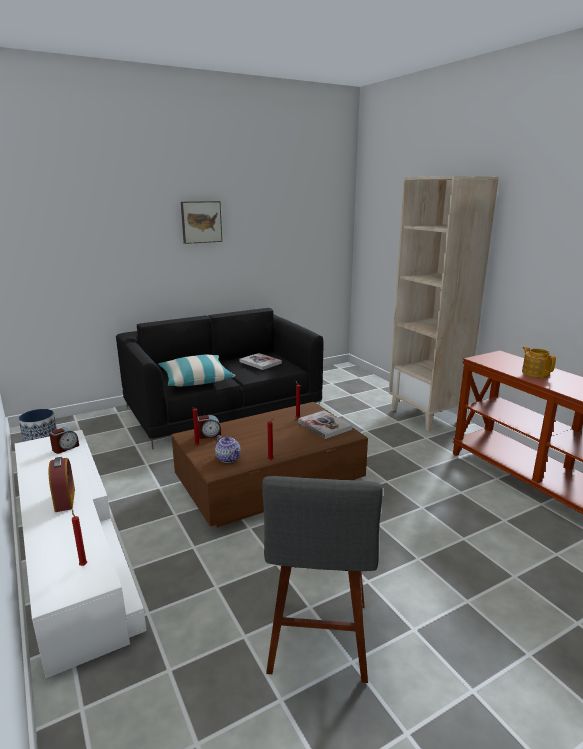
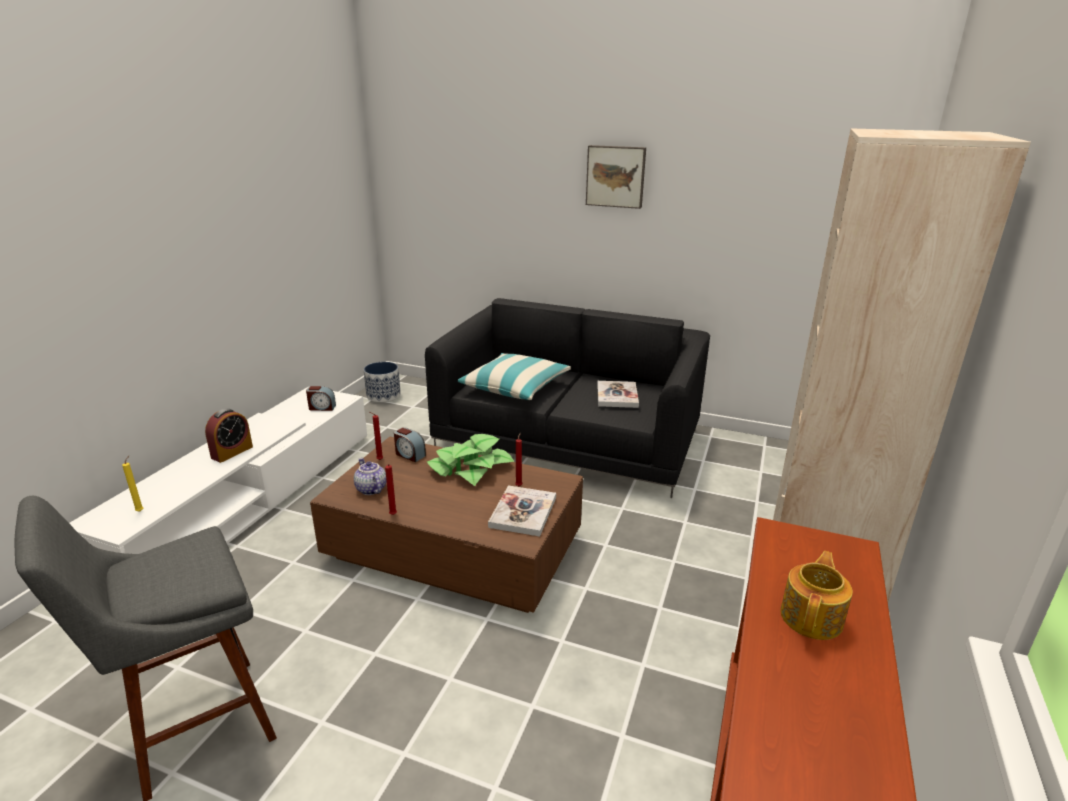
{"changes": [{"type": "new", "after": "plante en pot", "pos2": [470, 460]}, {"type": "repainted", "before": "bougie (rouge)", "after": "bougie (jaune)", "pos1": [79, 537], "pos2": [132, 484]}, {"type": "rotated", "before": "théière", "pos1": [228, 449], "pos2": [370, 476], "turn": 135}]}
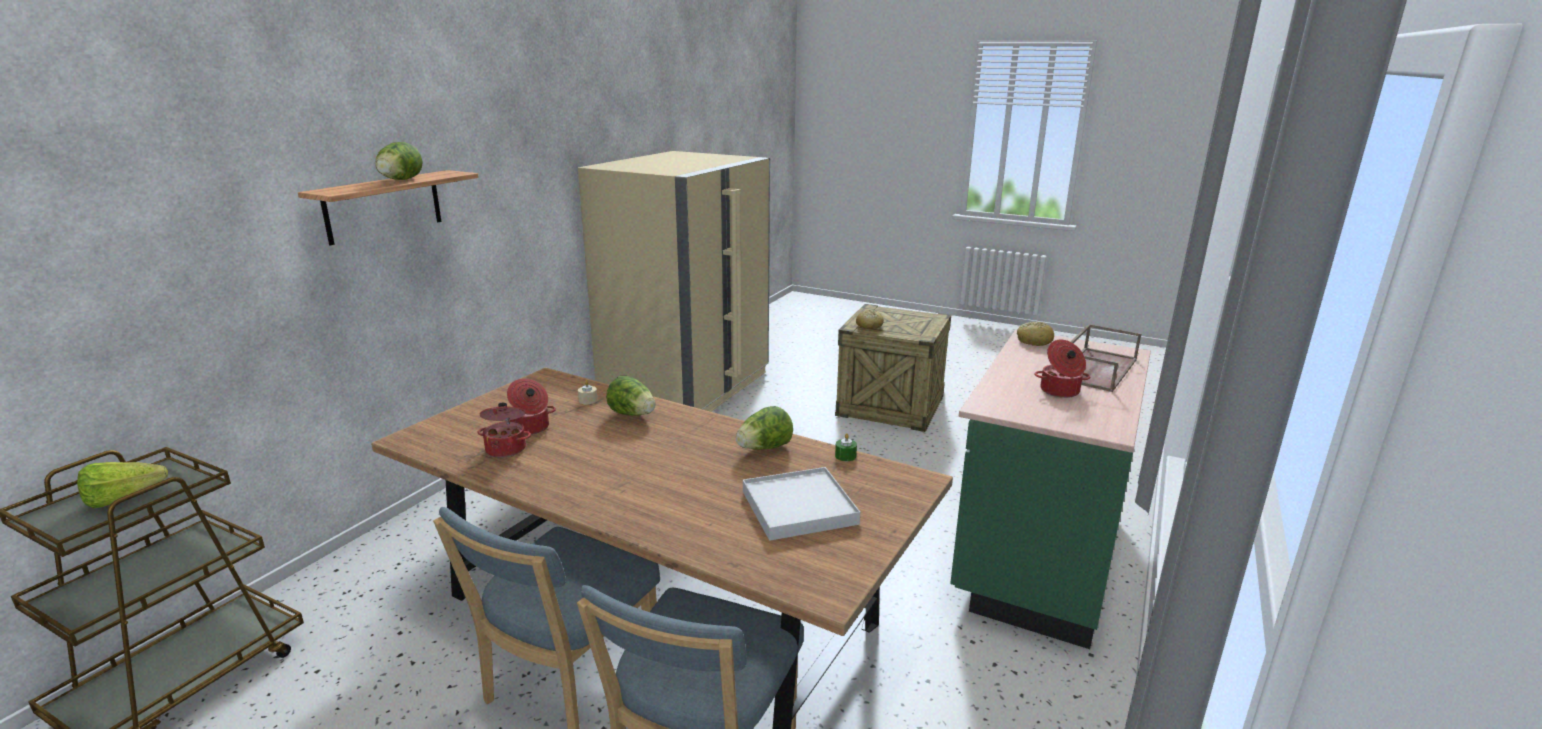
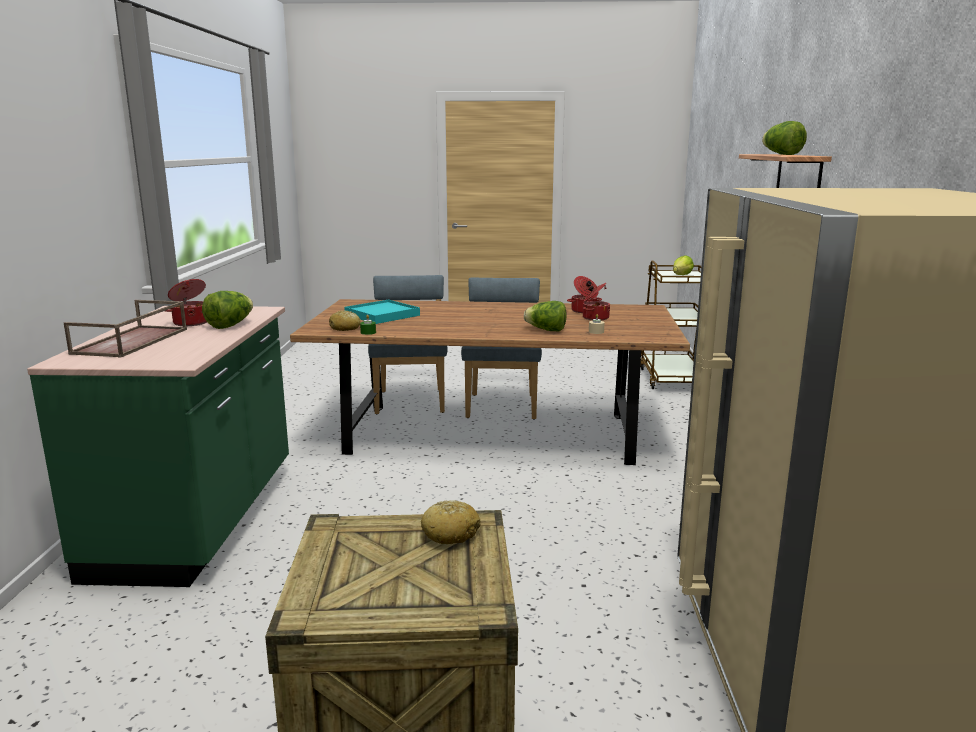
{"changes": [{"type": "shifted", "before": "laitue", "pos1": [764, 428], "pos2": [227, 310]}, {"type": "shifted", "before": "pain", "pos1": [1035, 333], "pos2": [344, 320]}, {"type": "repainted", "before": "plateau (blanc)", "after": "plateau (turquoise)", "pos1": [801, 504], "pos2": [382, 312]}]}
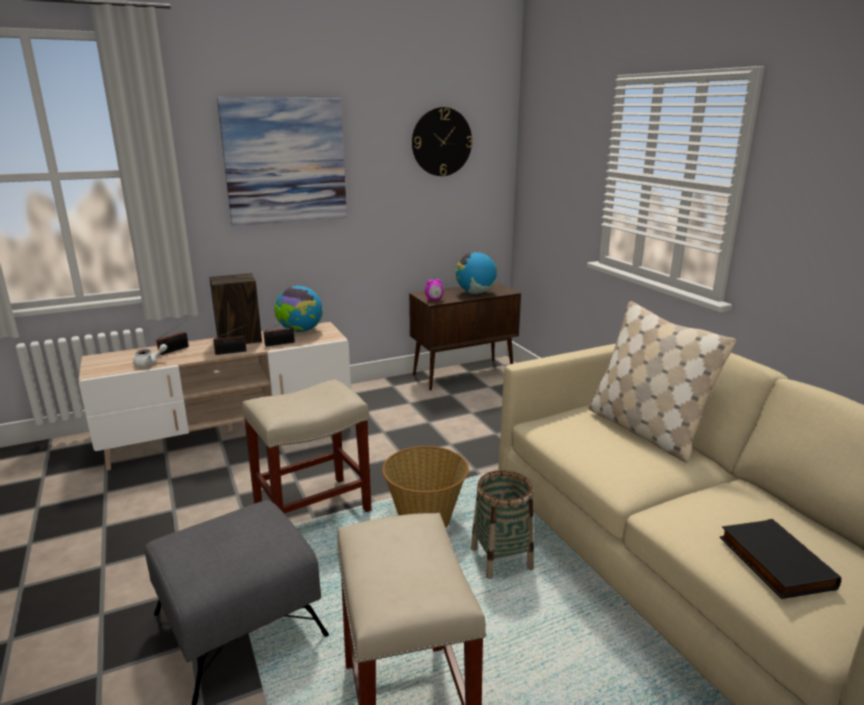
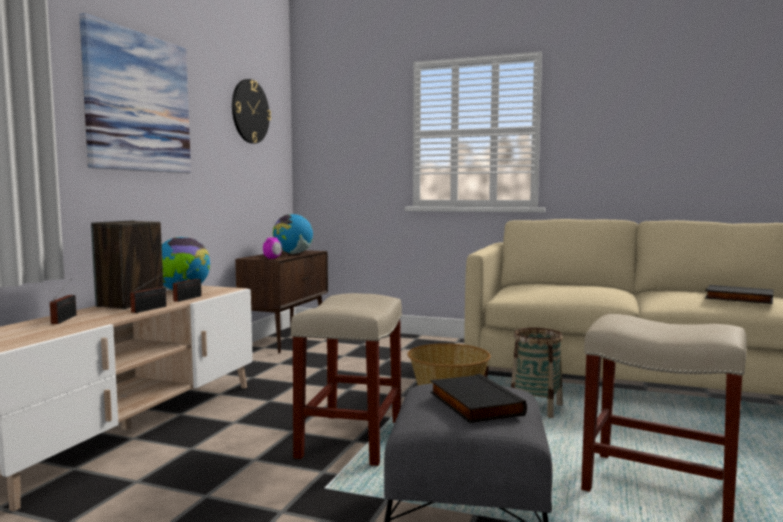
{"changes": [{"type": "gone", "before": "théière (blanc)", "pos1": [150, 355]}, {"type": "gone", "before": "coussin (beige)", "pos1": [662, 382]}, {"type": "new", "after": "livre (noir)", "pos2": [478, 398]}]}
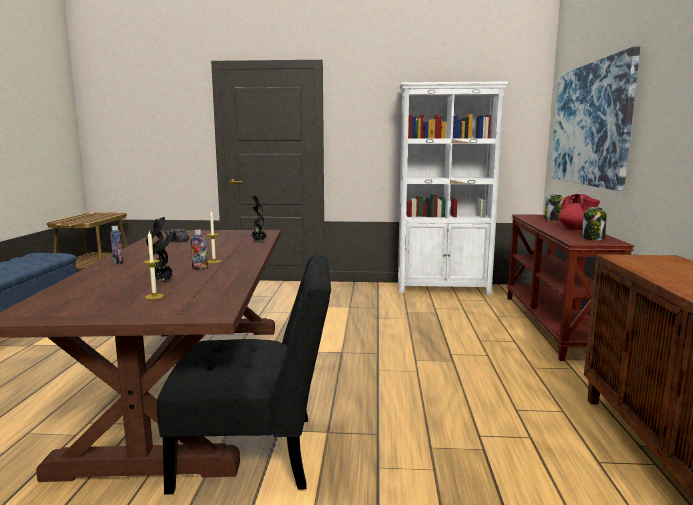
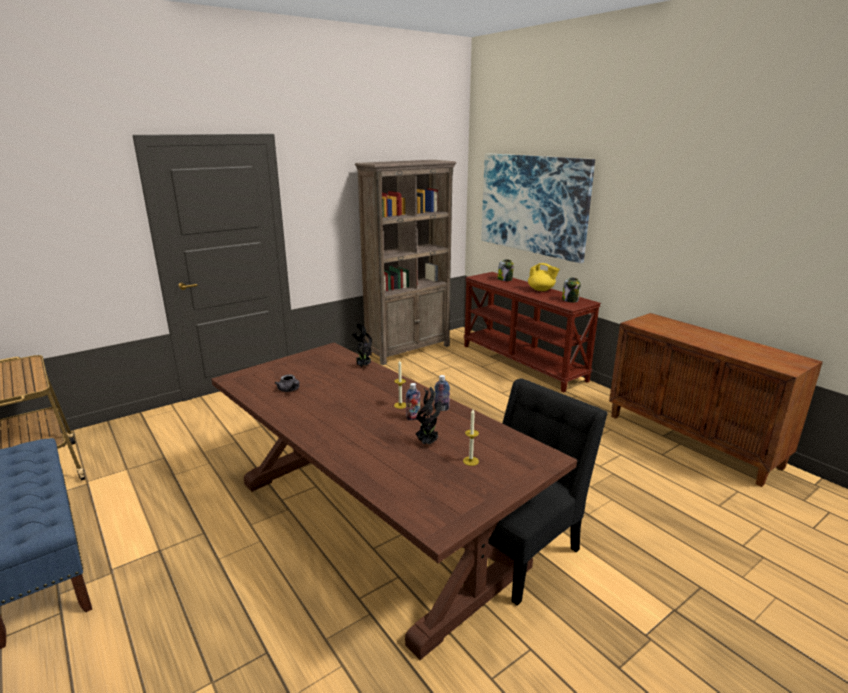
{"changes": [{"type": "shifted", "before": "bouteille", "pos1": [117, 245], "pos2": [442, 393]}, {"type": "repainted", "before": "bibliothèque (blanc)", "after": "bibliothèque (marron)", "pos1": [453, 188], "pos2": [405, 262]}, {"type": "repainted", "before": "théière (rouge)", "after": "théière (jaune)", "pos1": [579, 212], "pos2": [544, 277]}]}
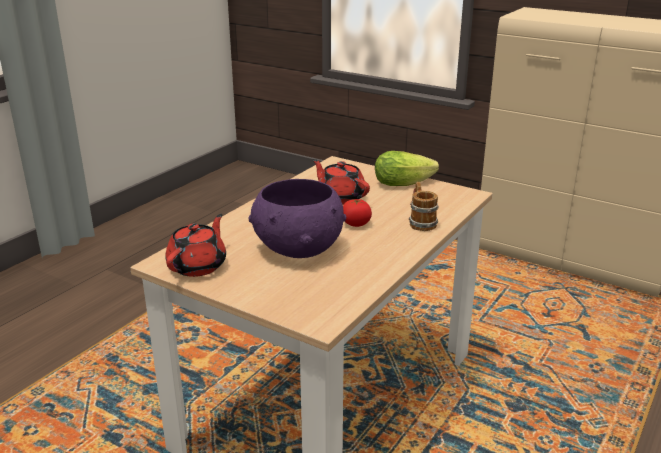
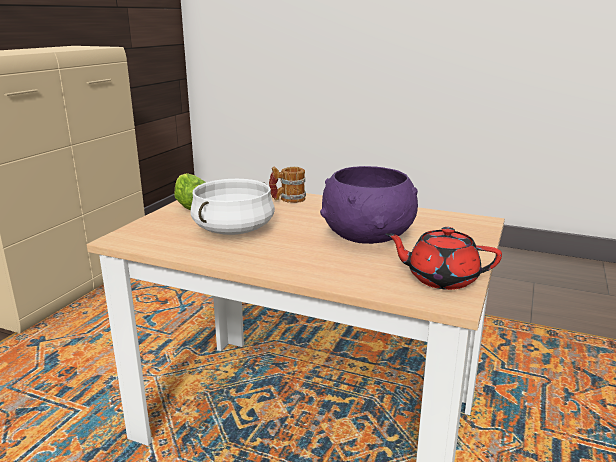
{"changes": [{"type": "gone", "before": "tomate", "pos1": [357, 213]}, {"type": "swapped", "before": "théière (rouge)", "after": "marmite (blanc)", "pos1": [341, 182], "pos2": [232, 207]}]}
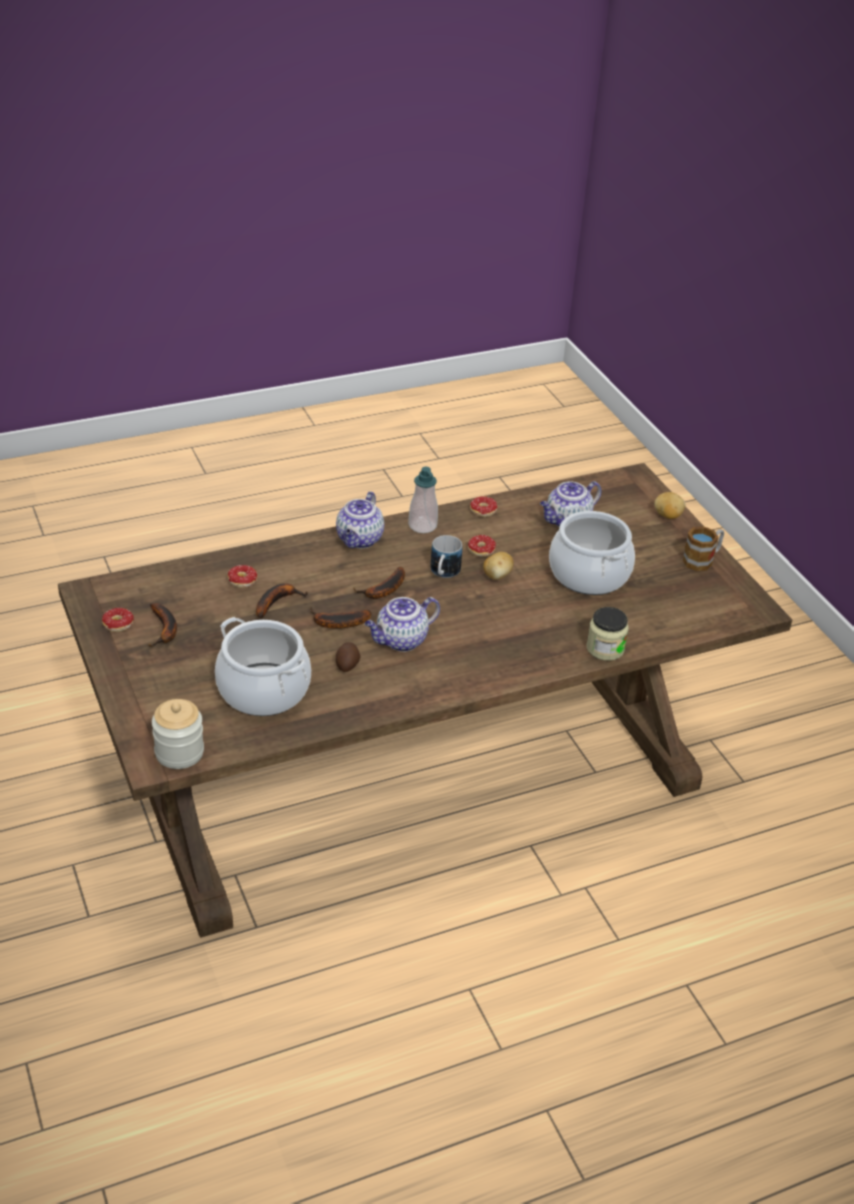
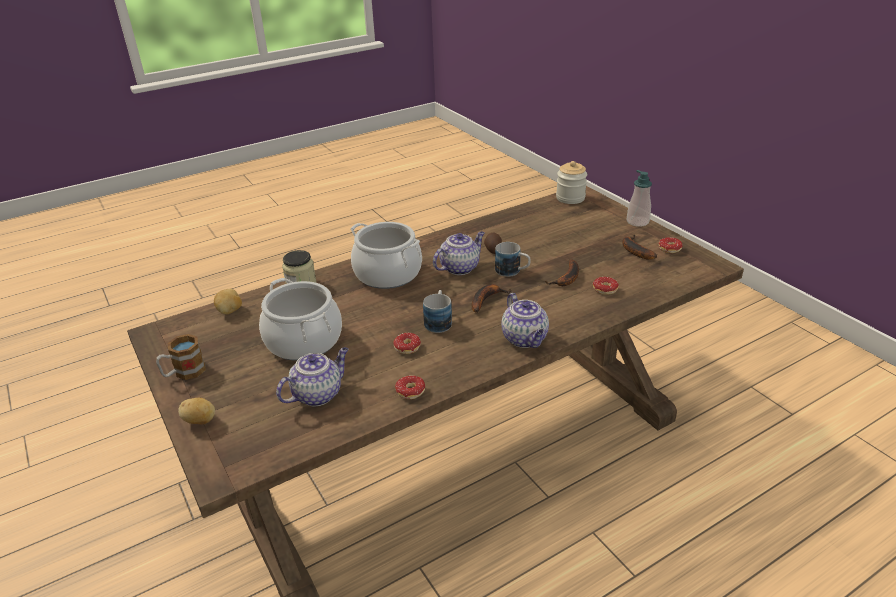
{"changes": [{"type": "shifted", "before": "marmite", "pos1": [263, 666], "pos2": [386, 255]}, {"type": "shifted", "before": "distributeur de savon", "pos1": [423, 500], "pos2": [639, 198]}, {"type": "shifted", "before": "pomme de terre", "pos1": [498, 566], "pos2": [228, 301]}, {"type": "swapped", "before": "banane", "after": "mug", "pos1": [341, 618], "pos2": [513, 259]}, {"type": "rotated", "before": "théière", "pos1": [360, 519], "pos2": [525, 320], "turn": 150}]}
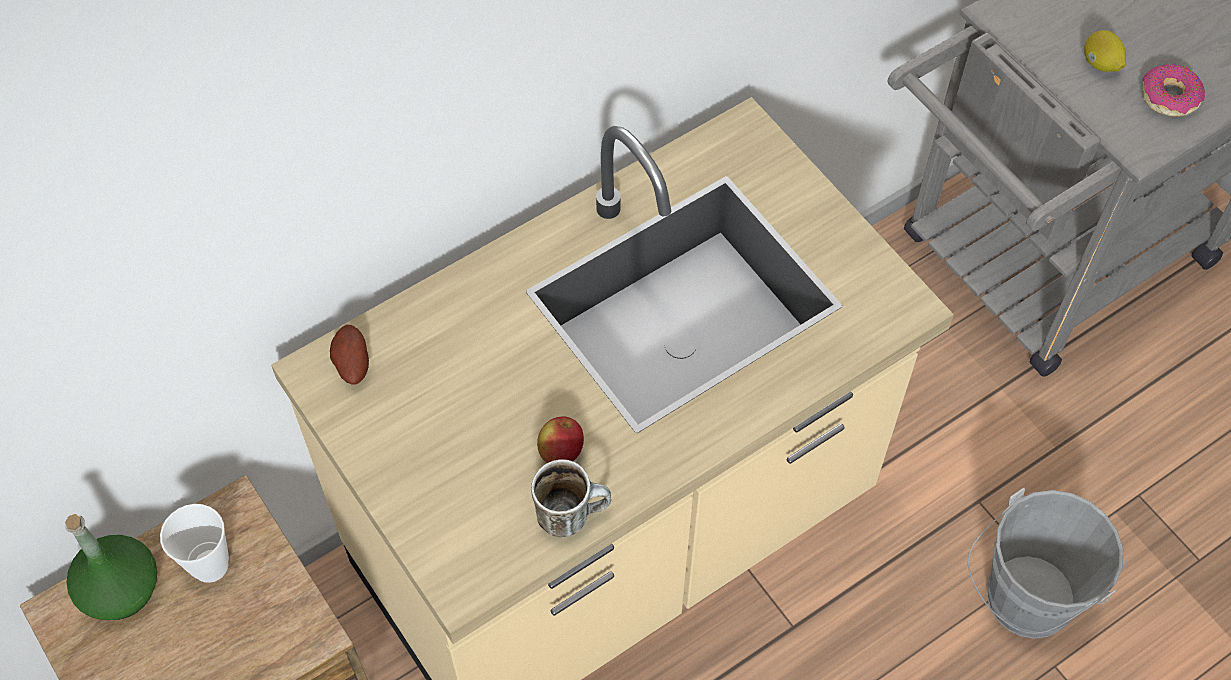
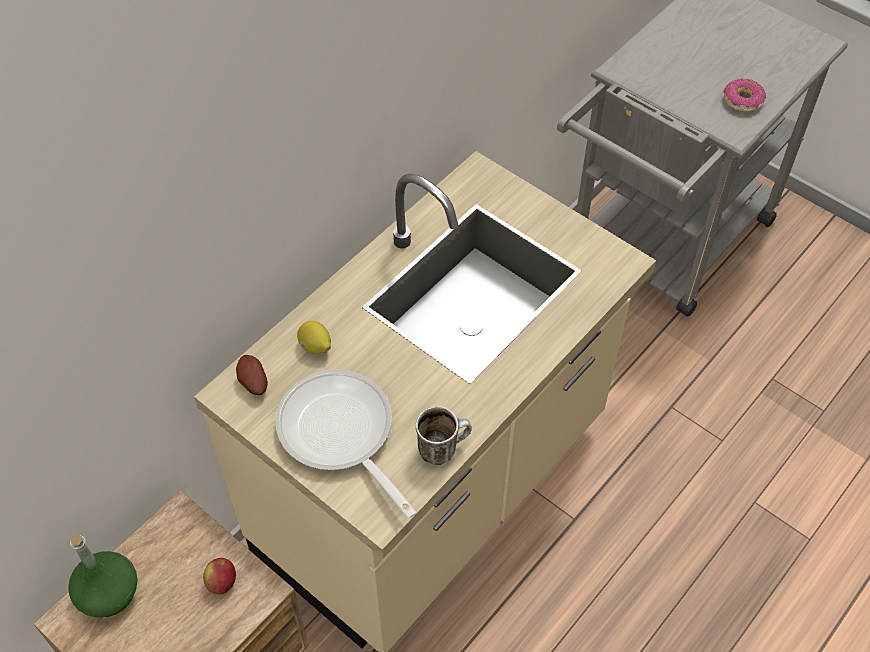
{"changes": [{"type": "gone", "before": "tasse", "pos1": [194, 543]}, {"type": "gone", "before": "seau (gris)", "pos1": [1045, 563]}, {"type": "new", "after": "poêle", "pos2": [346, 444]}, {"type": "shifted", "before": "pomme", "pos1": [560, 439], "pos2": [219, 576]}, {"type": "shifted", "before": "citron", "pos1": [1105, 51], "pos2": [314, 337]}]}
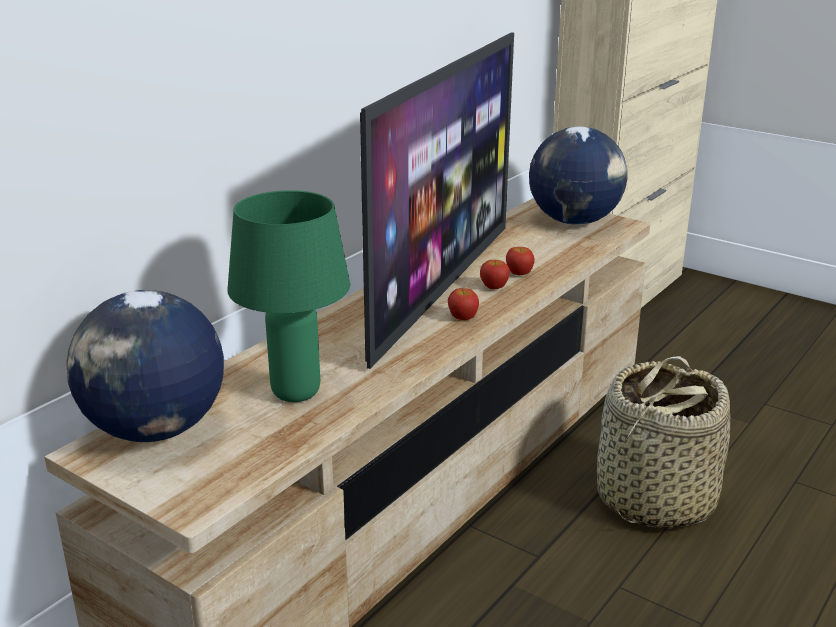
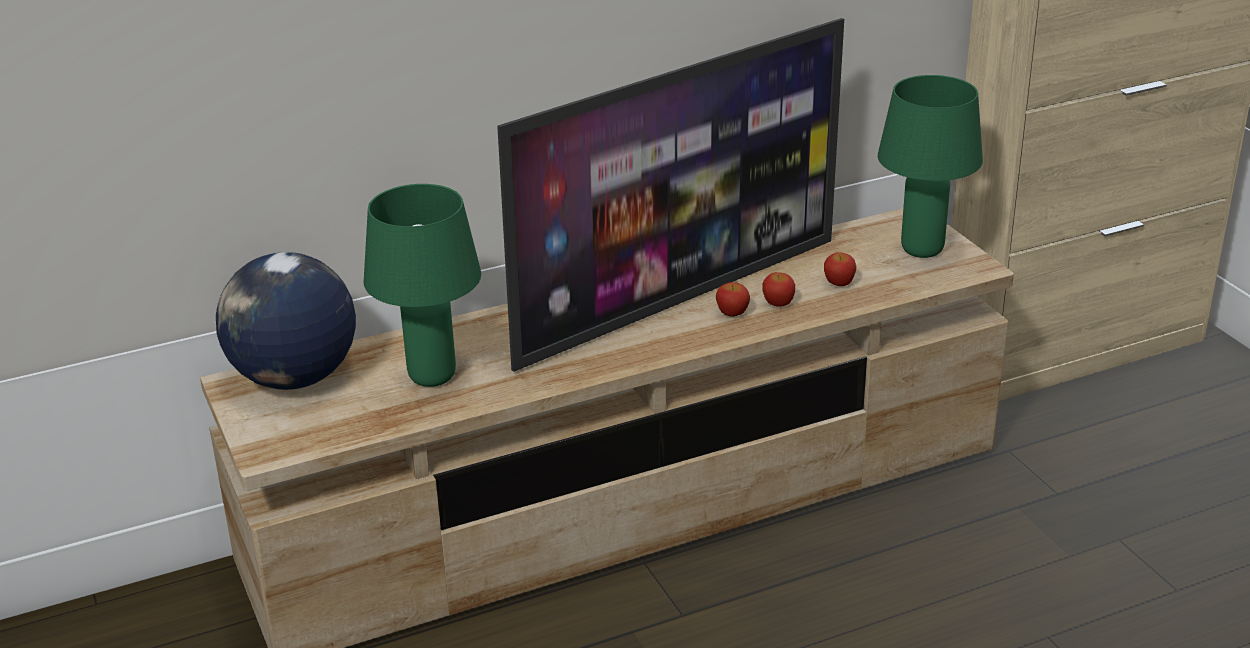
{"changes": [{"type": "gone", "before": "panier", "pos1": [663, 442]}, {"type": "shifted", "before": "pomme", "pos1": [463, 304], "pos2": [840, 269]}, {"type": "swapped", "before": "globe", "after": "lampe de table (vert)", "pos1": [578, 176], "pos2": [930, 166]}]}
